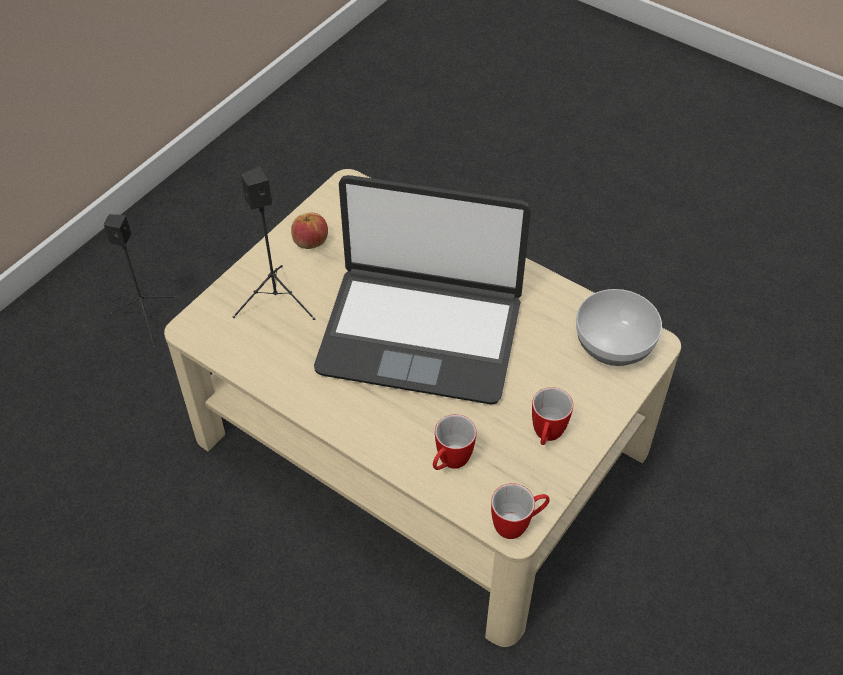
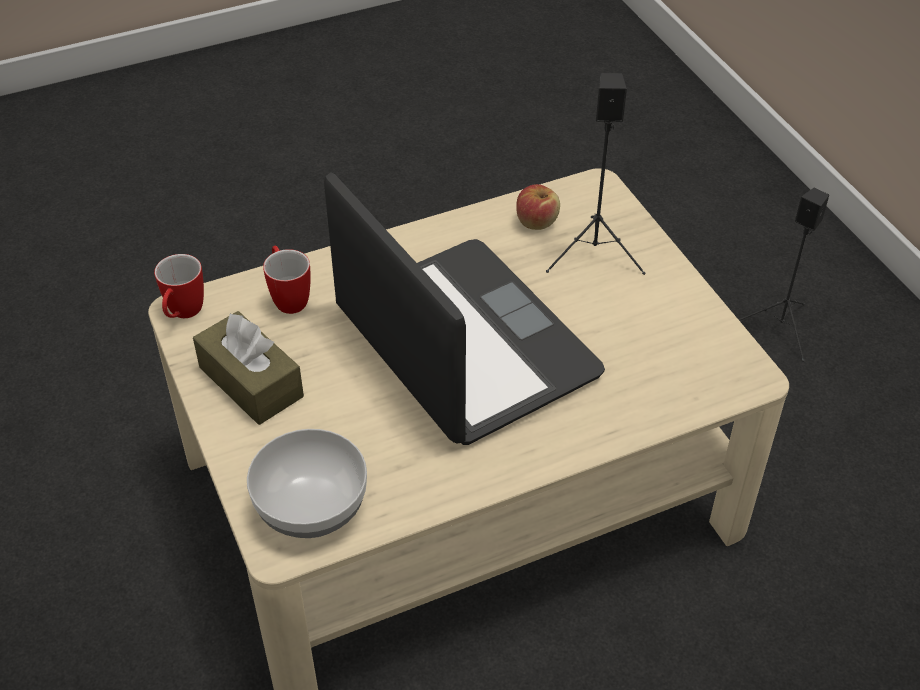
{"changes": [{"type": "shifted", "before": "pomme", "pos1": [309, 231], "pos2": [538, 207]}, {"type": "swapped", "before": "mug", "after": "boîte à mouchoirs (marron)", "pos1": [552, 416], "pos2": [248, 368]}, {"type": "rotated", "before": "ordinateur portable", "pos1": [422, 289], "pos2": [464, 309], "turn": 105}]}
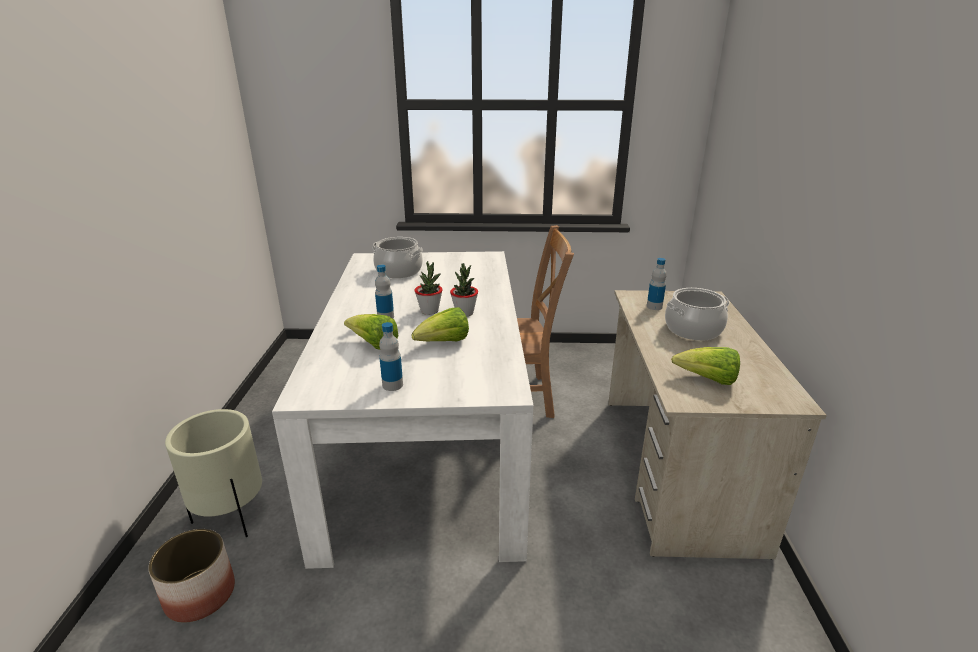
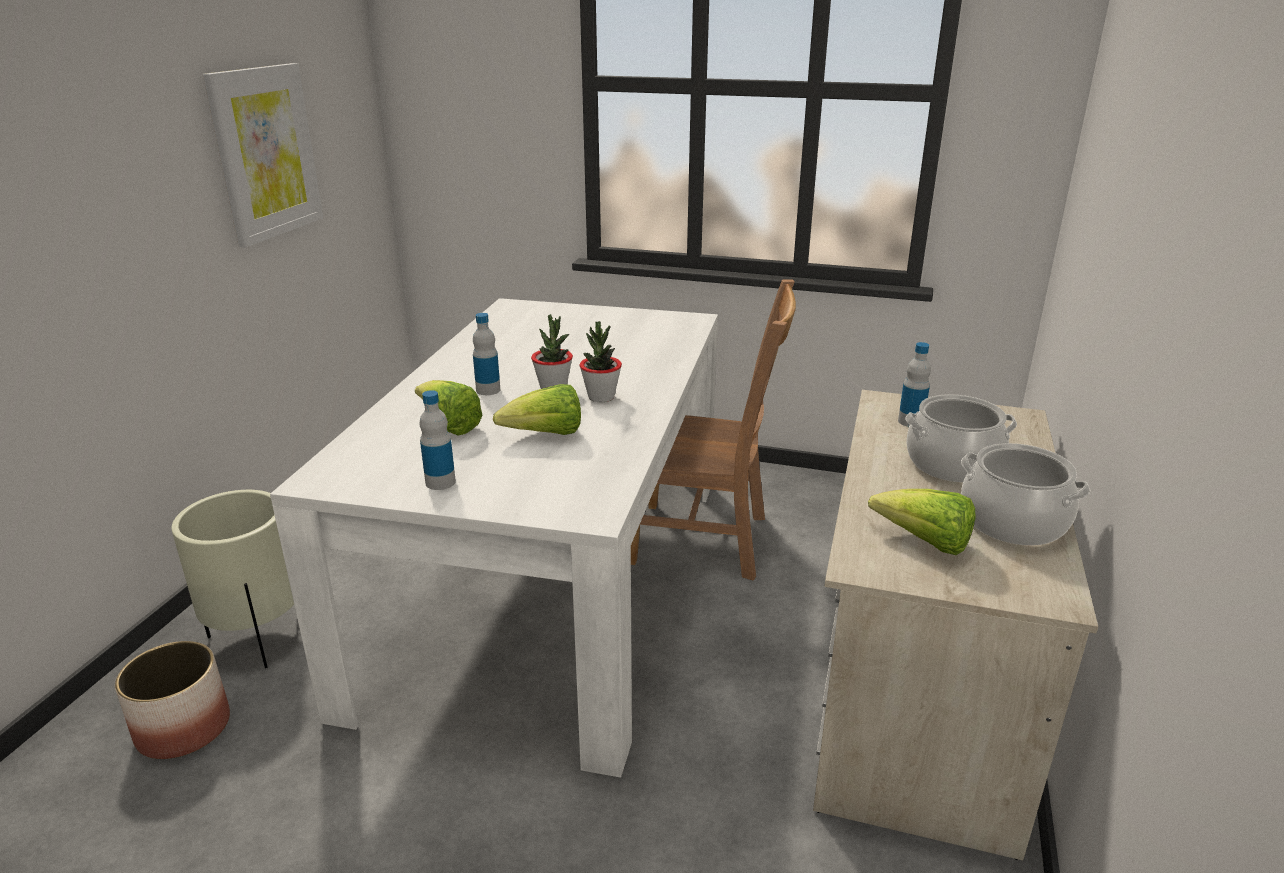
{"changes": [{"type": "new", "after": "tableau", "pos2": [263, 155]}, {"type": "shifted", "before": "marmite", "pos1": [397, 257], "pos2": [1025, 494]}]}
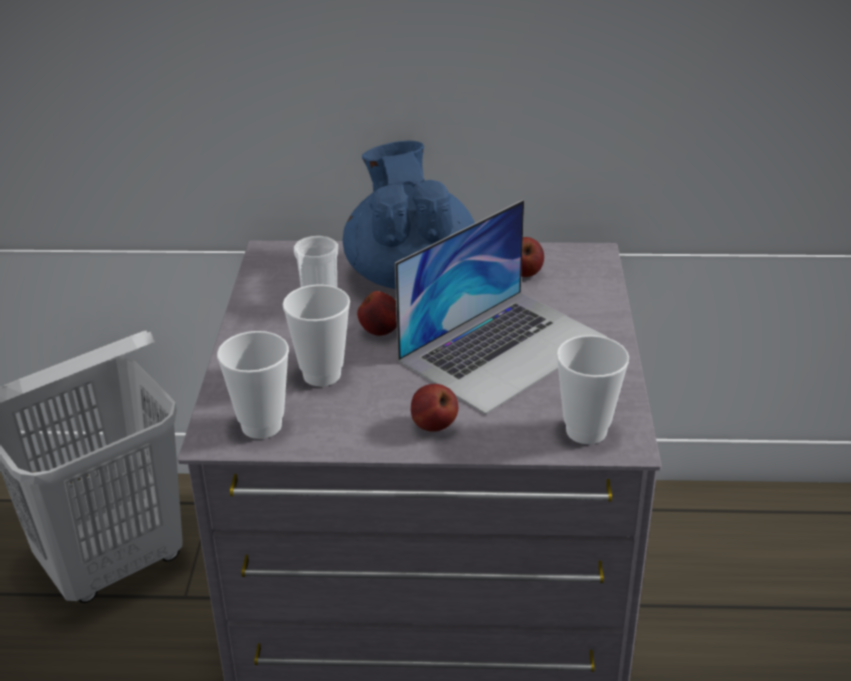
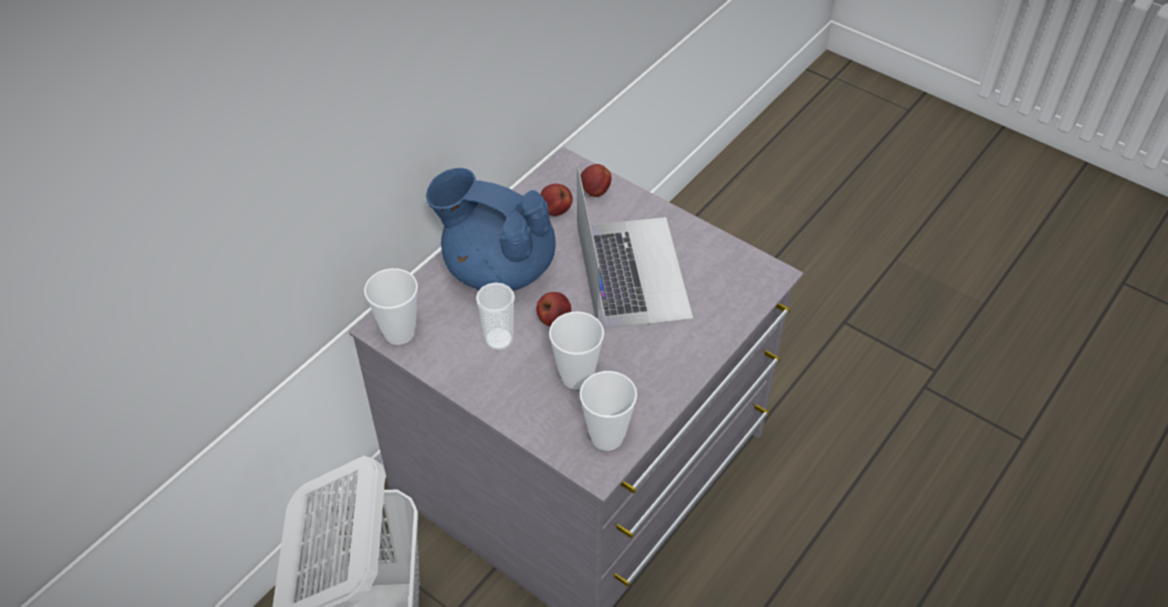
{"changes": [{"type": "shifted", "before": "pomme", "pos1": [434, 408], "pos2": [595, 180]}, {"type": "shifted", "before": "tasse", "pos1": [592, 389], "pos2": [391, 306]}]}
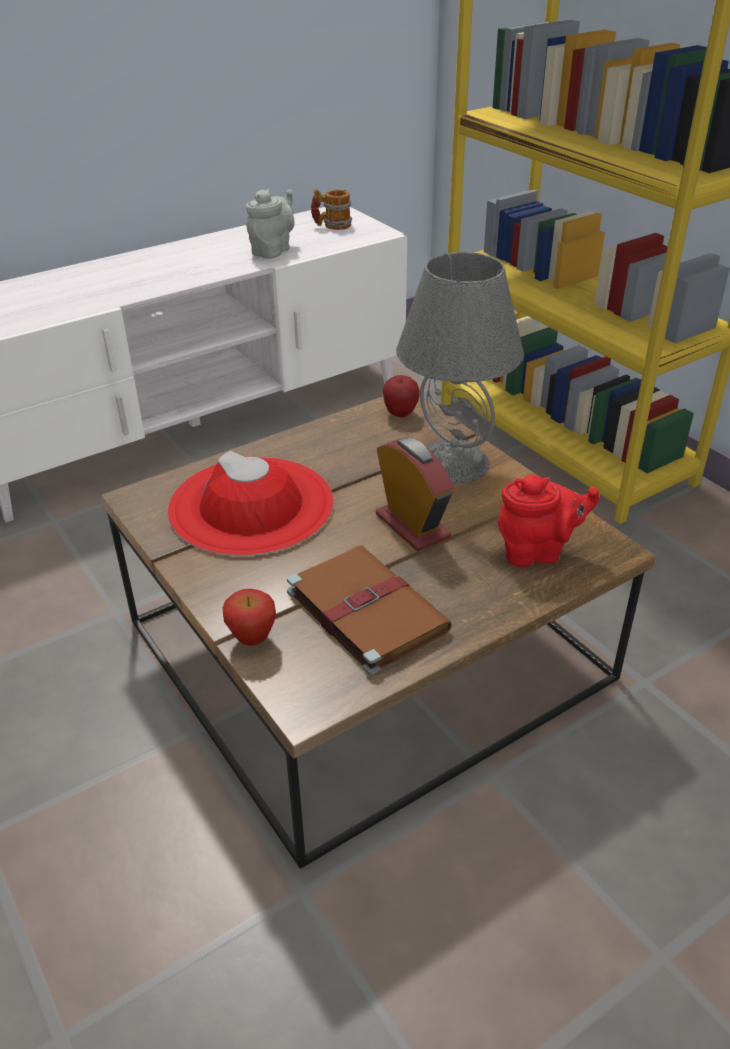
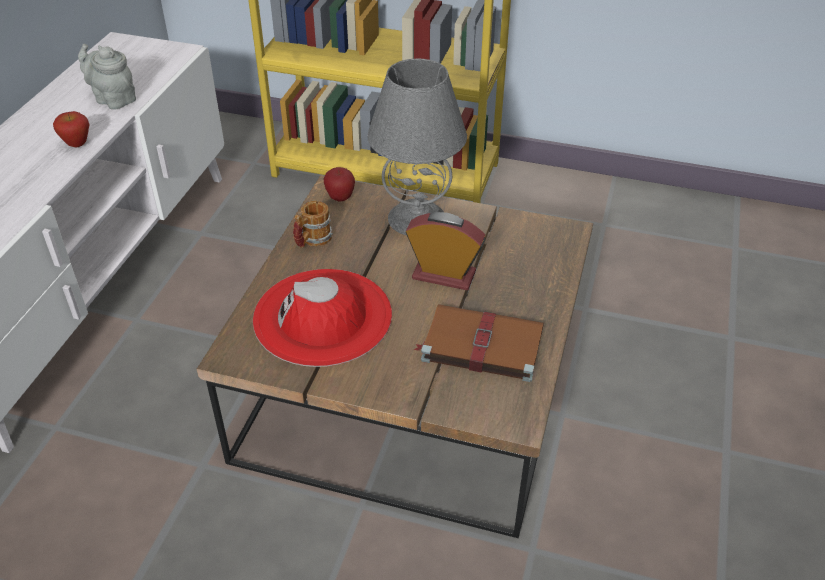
{"changes": [{"type": "gone", "before": "théière (rouge)", "pos1": [548, 520]}, {"type": "shifted", "before": "pomme", "pos1": [249, 617], "pos2": [71, 129]}, {"type": "shifted", "before": "mug", "pos1": [331, 209], "pos2": [313, 224]}, {"type": "rotated", "before": "théière (gris)", "pos1": [270, 224], "pos2": [107, 77], "turn": -45}]}
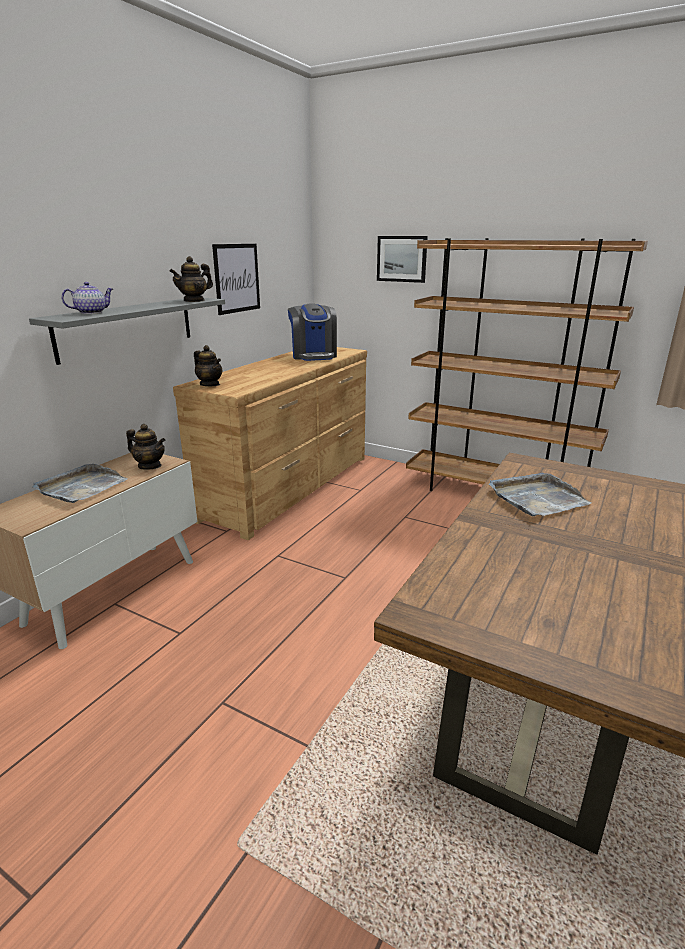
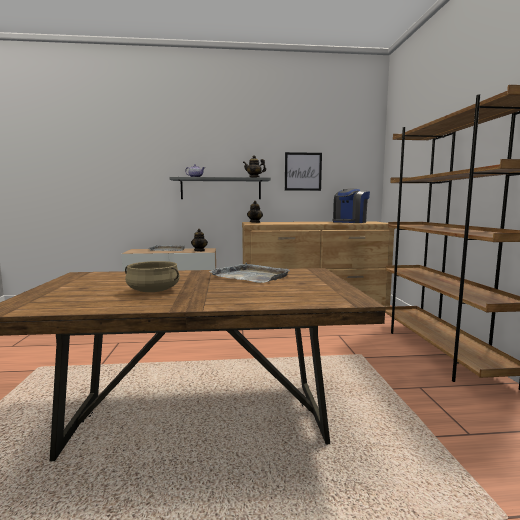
{"changes": [{"type": "gone", "before": "tableau", "pos1": [402, 259]}, {"type": "new", "after": "marmite (beige)", "pos2": [152, 276]}]}
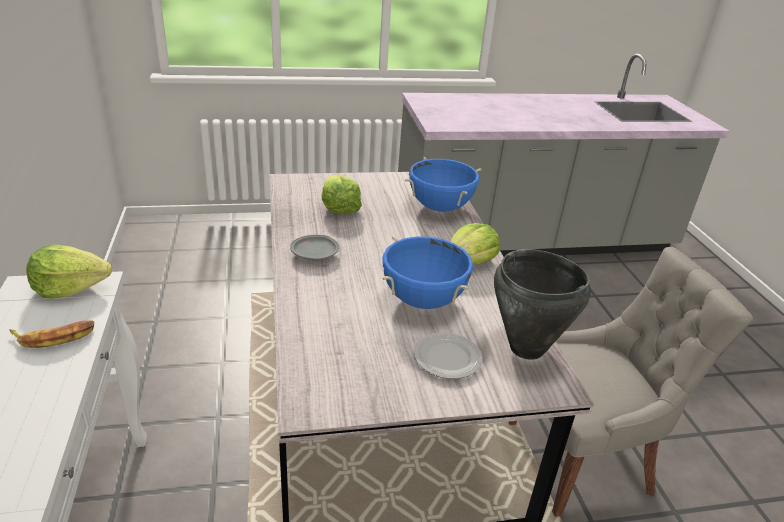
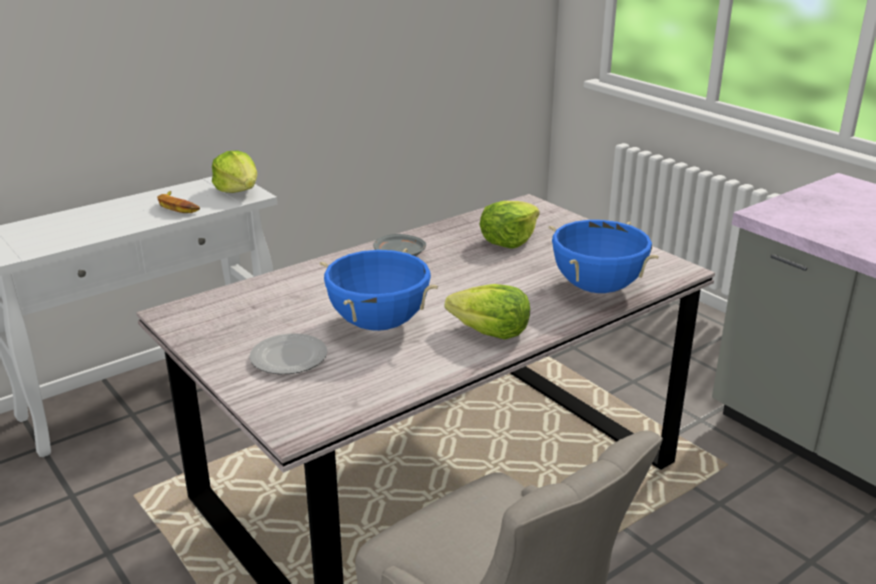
{"changes": [{"type": "gone", "before": "marmite (noir)", "pos1": [542, 304]}]}
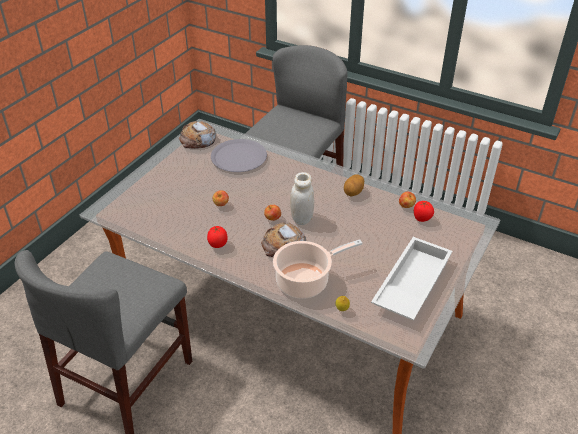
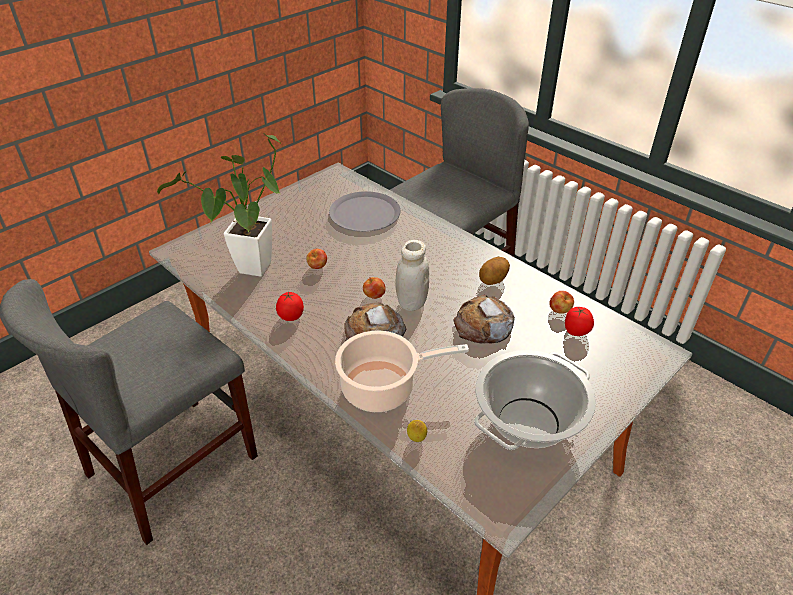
{"changes": [{"type": "new", "after": "plante en pot", "pos2": [219, 205]}, {"type": "shifted", "before": "pain", "pos1": [197, 135], "pos2": [484, 319]}, {"type": "swapped", "before": "plateau (blanc)", "after": "marmite", "pos1": [412, 278], "pos2": [535, 400]}]}
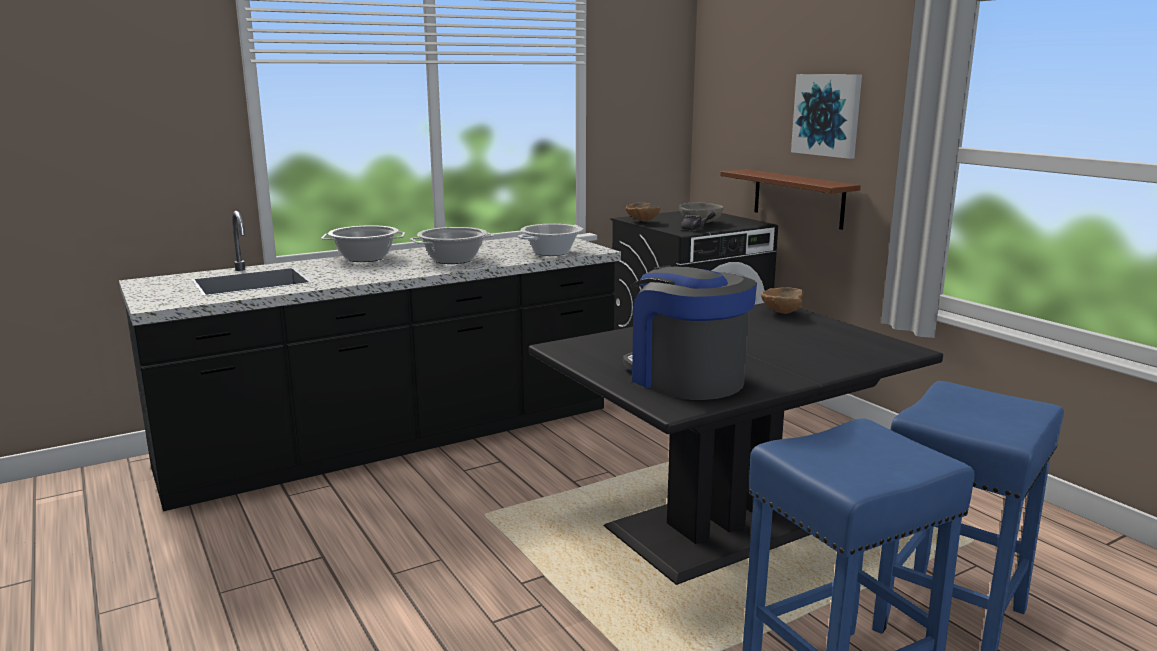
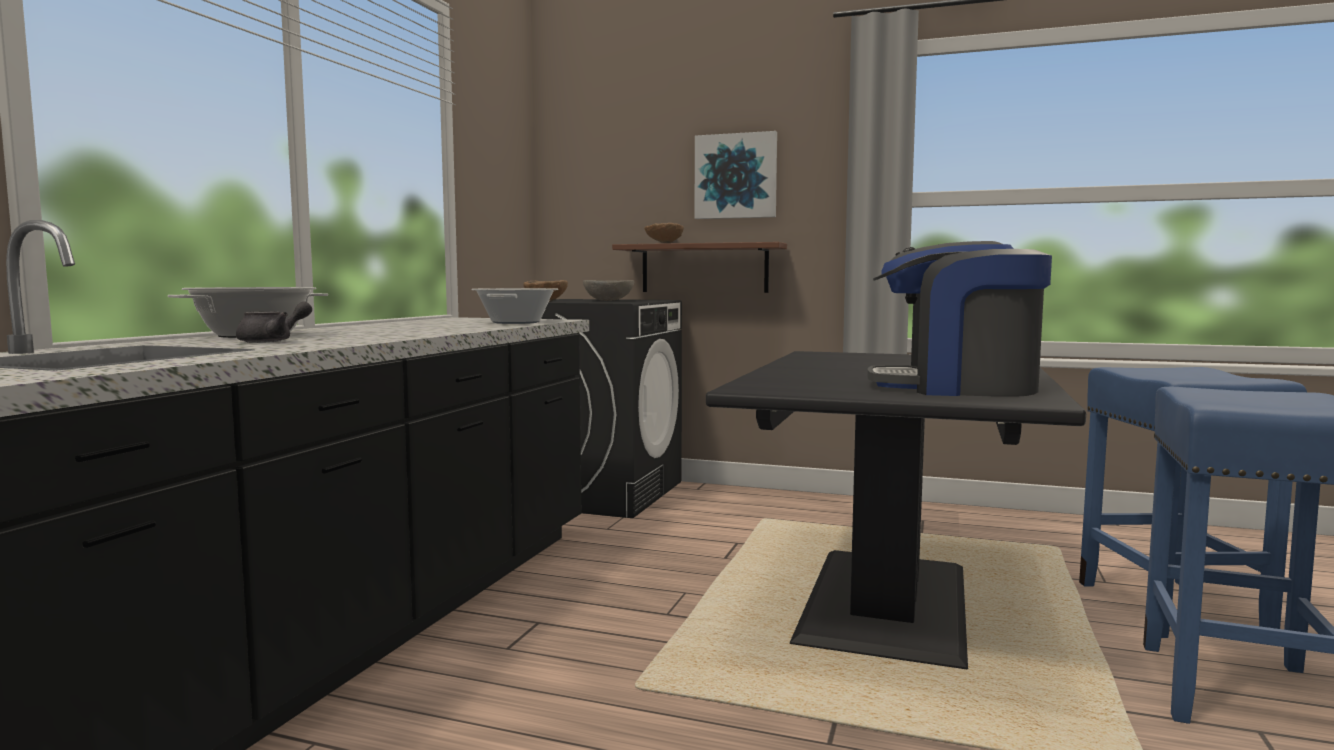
{"changes": [{"type": "gone", "before": "marmite", "pos1": [452, 245]}, {"type": "shifted", "before": "théière (gris)", "pos1": [698, 221], "pos2": [274, 322]}, {"type": "shifted", "before": "bol (marron)", "pos1": [782, 300], "pos2": [664, 233]}]}
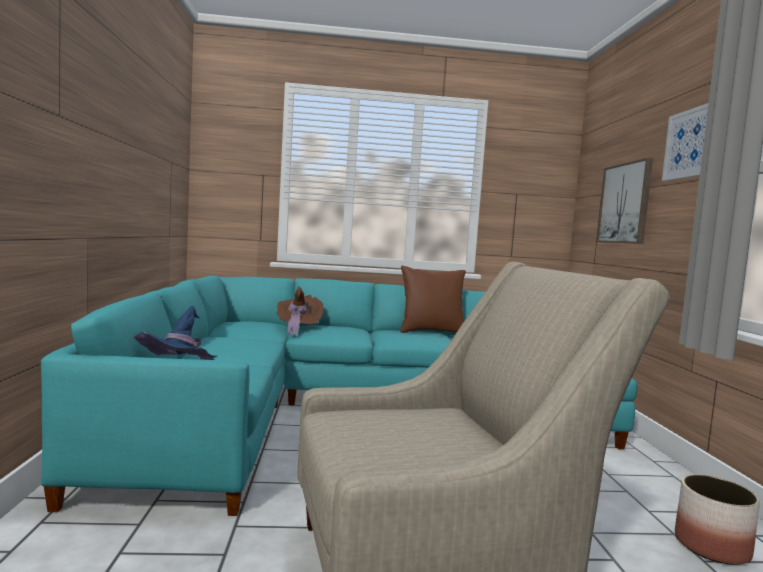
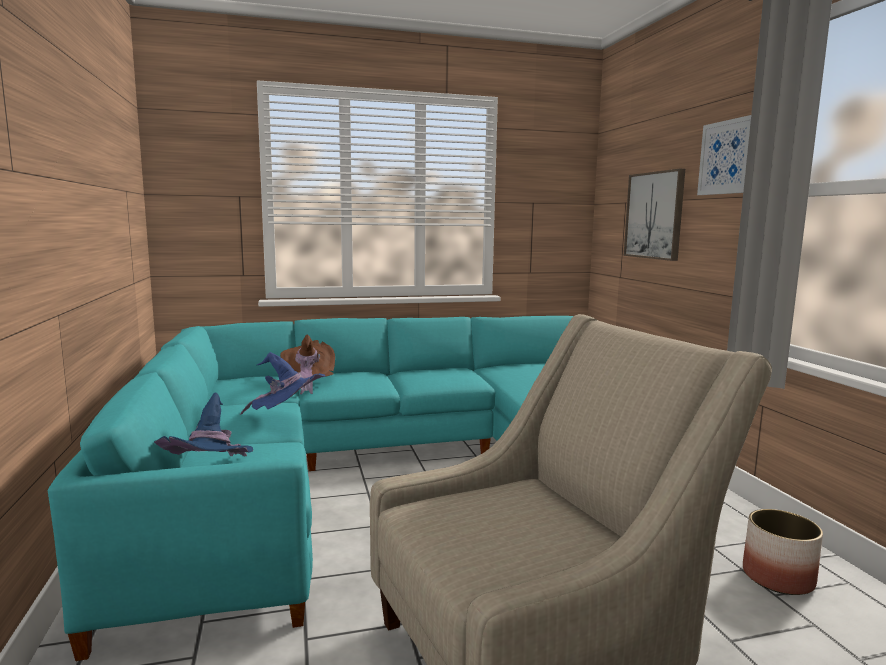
{"changes": [{"type": "gone", "before": "coussin (marron)", "pos1": [433, 299]}, {"type": "new", "after": "chapeau (bleu)", "pos2": [282, 383]}]}
